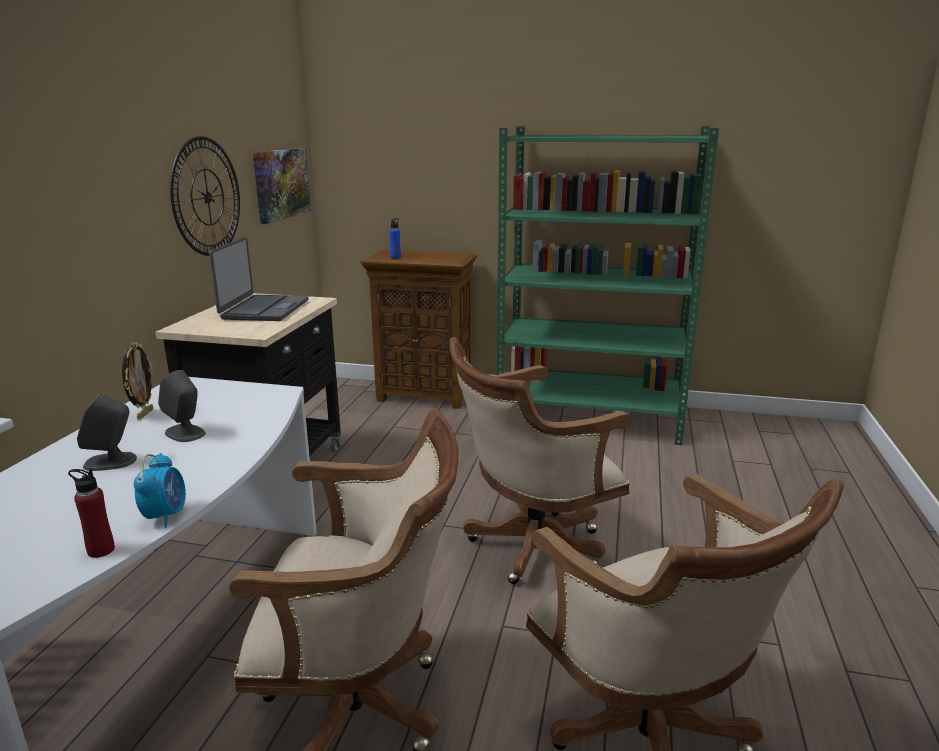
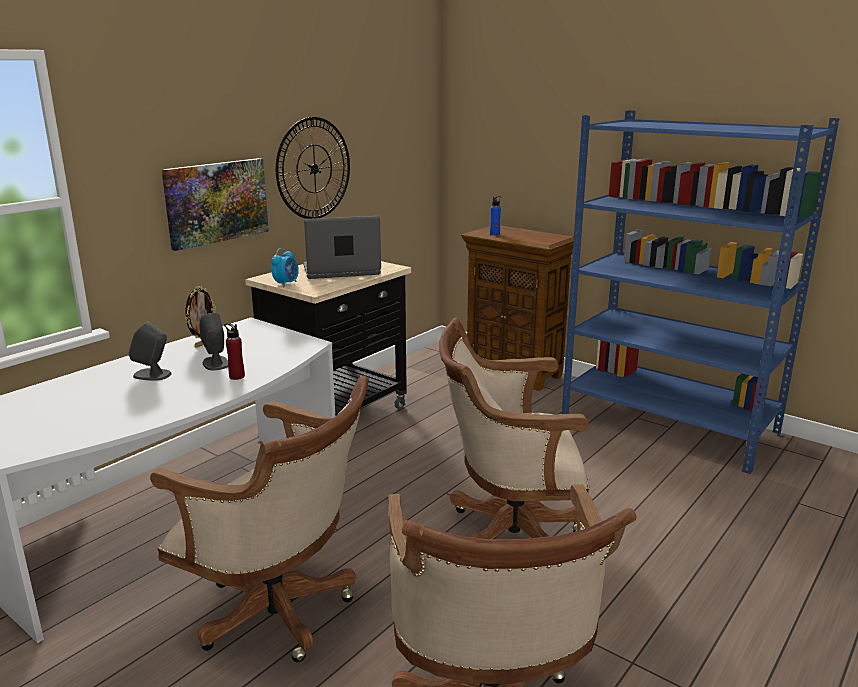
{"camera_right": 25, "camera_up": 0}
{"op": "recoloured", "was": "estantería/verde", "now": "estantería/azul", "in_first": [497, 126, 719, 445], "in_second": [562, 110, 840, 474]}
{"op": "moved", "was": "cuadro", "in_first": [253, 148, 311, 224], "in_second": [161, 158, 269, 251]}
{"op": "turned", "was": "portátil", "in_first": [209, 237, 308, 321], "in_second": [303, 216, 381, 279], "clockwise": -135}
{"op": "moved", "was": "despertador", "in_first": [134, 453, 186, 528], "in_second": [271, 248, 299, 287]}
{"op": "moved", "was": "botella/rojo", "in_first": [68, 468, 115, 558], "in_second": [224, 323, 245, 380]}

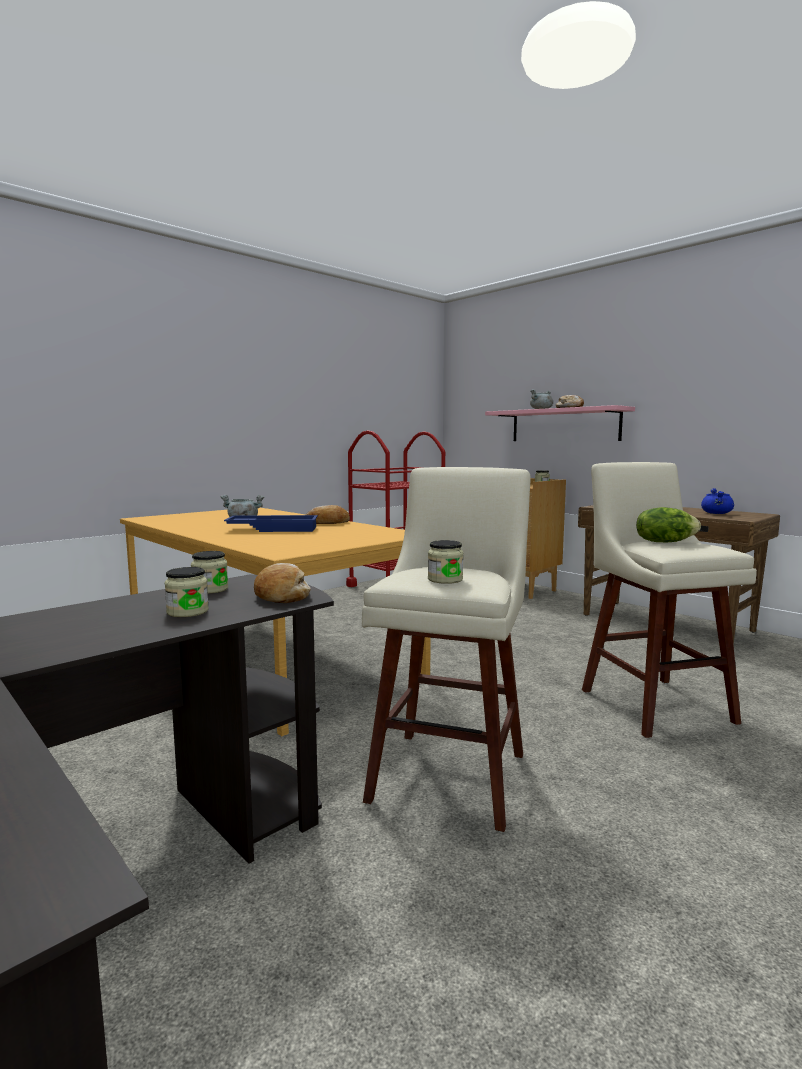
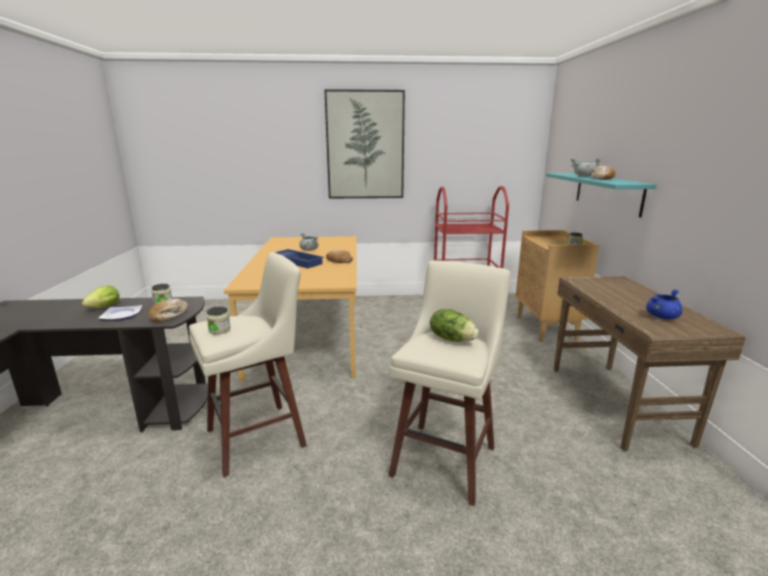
{"camera_right": 40, "camera_up": 10}
{"op": "recoloured", "was": "estante/rosa", "now": "estante/turquesa", "in_first": [485, 405, 635, 441], "in_second": [546, 173, 656, 217]}
{"op": "replaced", "was": "tarro", "now": "plato", "in_first": [165, 567, 209, 617], "in_second": [98, 305, 142, 320]}
{"op": "added", "now": "cuadro", "in_second": [324, 89, 405, 198]}
{"op": "added", "now": "lechuga", "in_second": [81, 285, 119, 308]}

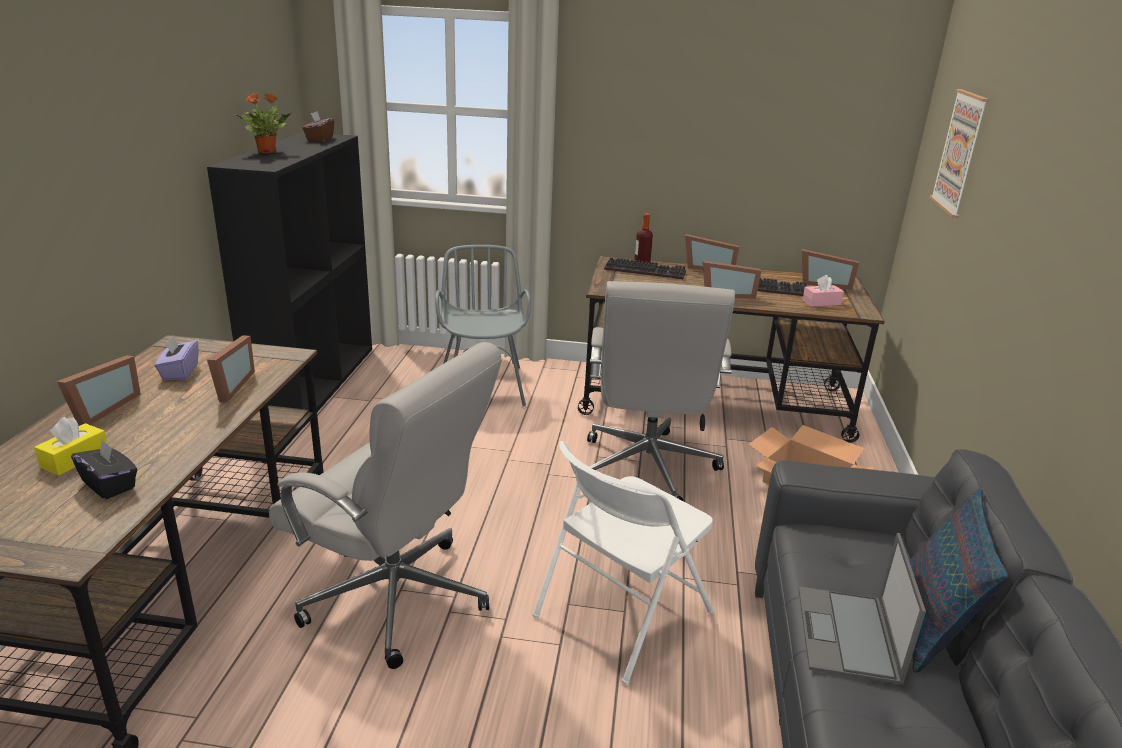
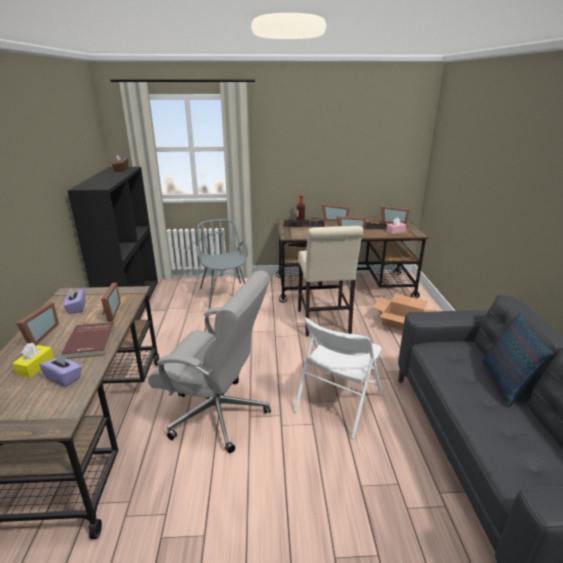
{"camera_right": -10, "camera_up": 0}
{"op": "removed", "was": "cuadro", "in_first": [929, 89, 990, 218]}
{"op": "removed", "was": "planta en maceta", "in_first": [235, 93, 291, 154]}
{"op": "replaced", "was": "silla de oficina/gris", "now": "taburete/beis", "in_first": [587, 281, 735, 501], "in_second": [298, 226, 364, 337]}
{"op": "recoloured", "was": "caja de pañuelos/negro", "now": "caja de pañuelos/morado", "in_first": [71, 439, 137, 499], "in_second": [39, 352, 82, 387]}
{"op": "removed", "was": "portátil", "in_first": [799, 533, 926, 685]}
{"op": "added", "now": "libro/rojo", "in_second": [61, 322, 115, 359]}

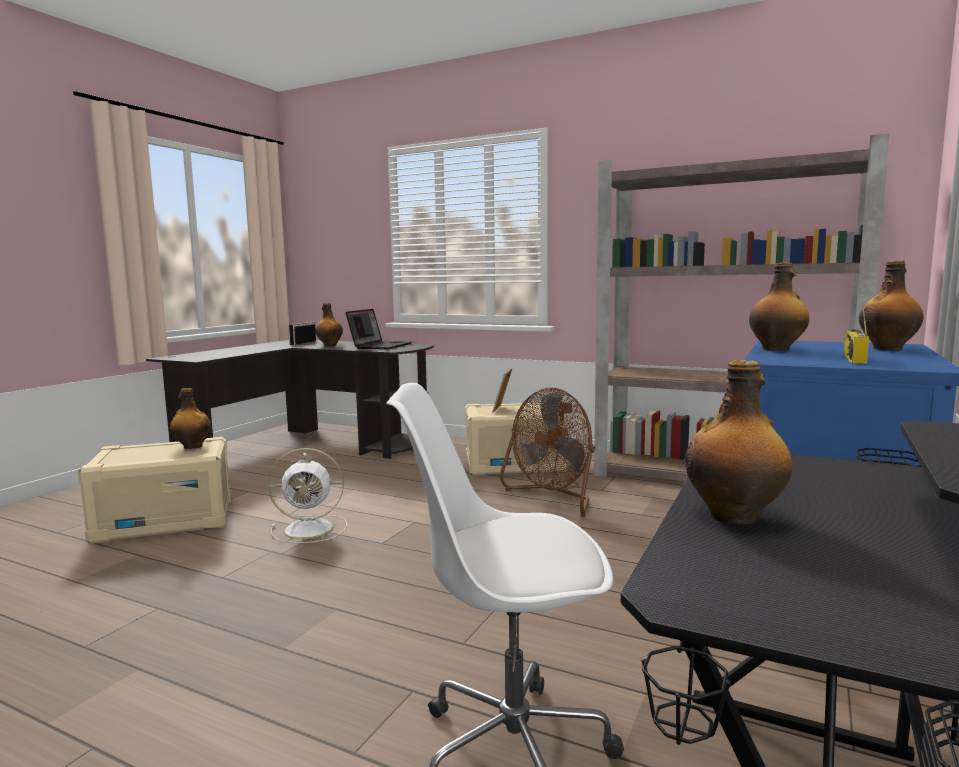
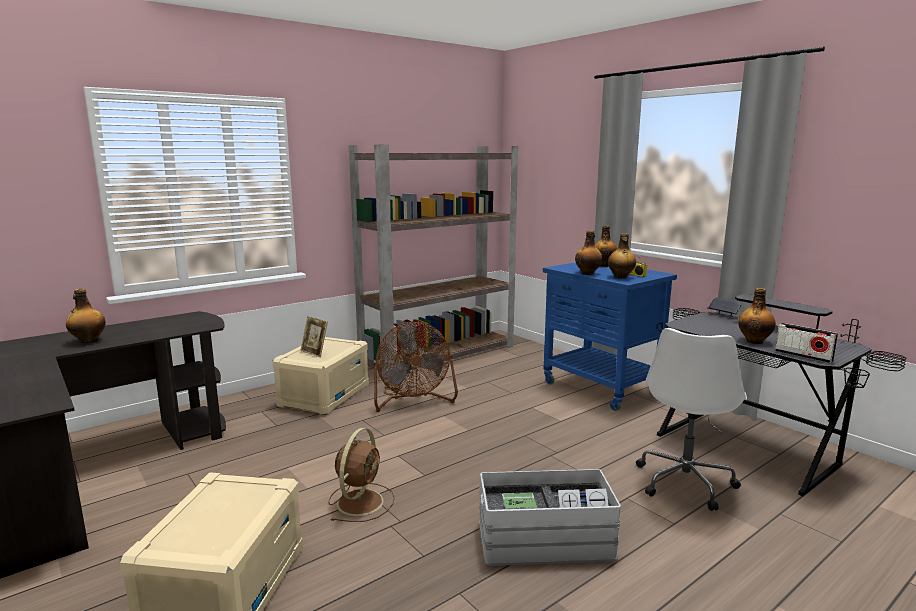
{"camera_right": -65, "camera_up": 5}
{"op": "removed", "was": "portátil", "in_first": [346, 309, 412, 349]}
{"op": "moved", "was": "radio", "in_first": [288, 322, 316, 345], "in_second": [775, 323, 838, 363]}
{"op": "moved", "was": "botella", "in_first": [170, 388, 211, 449], "in_second": [608, 234, 636, 279]}
{"op": "recoloured", "was": "ventilador/blanco", "now": "ventilador/marrón", "in_first": [267, 448, 347, 543], "in_second": [329, 428, 395, 522]}
{"op": "added", "now": "caja de almacenaje/gris", "in_second": [479, 469, 621, 566]}

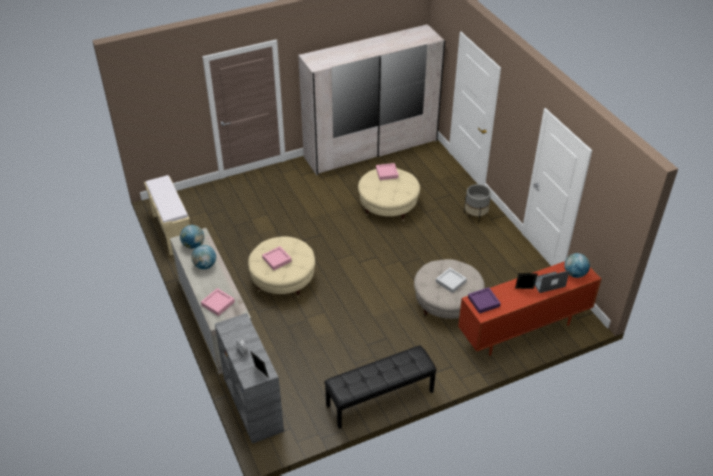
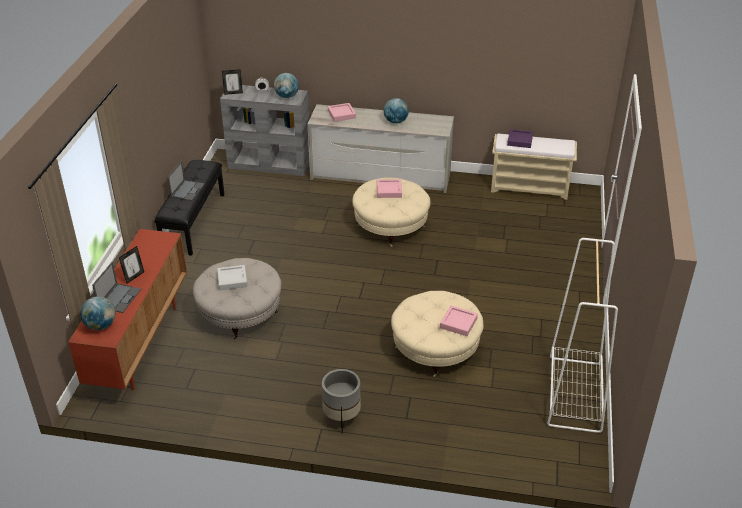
{"camera_right": 125, "camera_up": -5}
{"op": "replaced", "was": "armario ropero/blanco", "now": "perchero/blanco", "in_first": [298, 24, 445, 175], "in_second": [547, 238, 618, 433]}
{"op": "moved", "was": "globo terráqueo", "in_first": [180, 225, 204, 249], "in_second": [274, 73, 299, 98]}
{"op": "moved", "was": "bandeja/morado", "in_first": [468, 287, 501, 314], "in_second": [507, 129, 533, 148]}
{"op": "added", "now": "portátil", "in_second": [168, 161, 205, 201]}

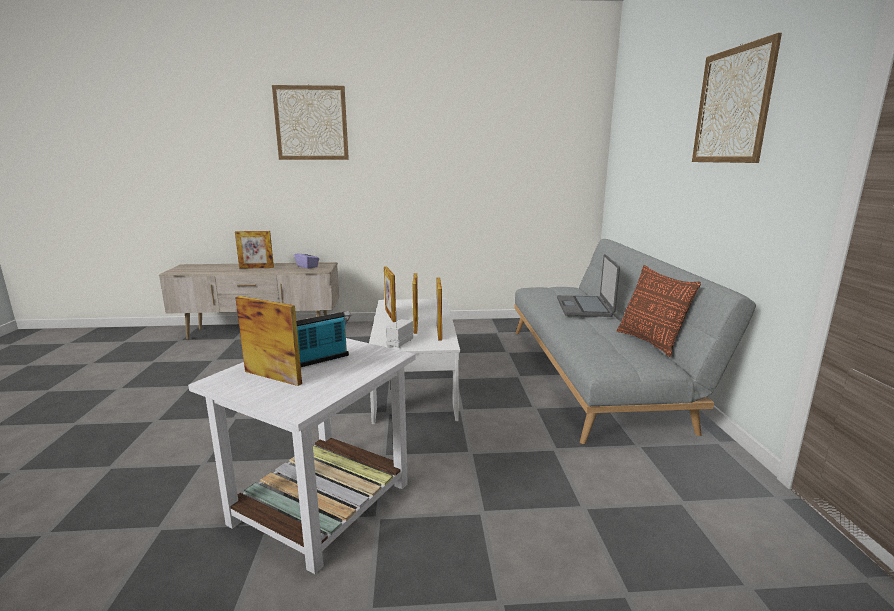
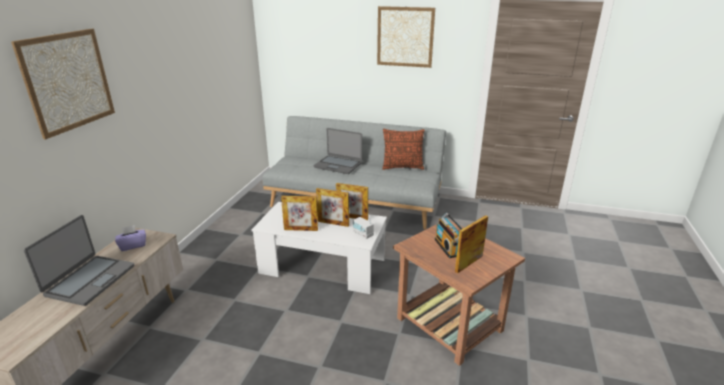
{"camera_right": -70, "camera_up": 10}
{"op": "replaced", "was": "portarretratos", "now": "portátil", "in_first": [235, 231, 274, 269], "in_second": [24, 215, 134, 306]}
{"op": "recoloured", "was": "mesa auxiliar/blanco", "now": "mesa auxiliar/marrón", "in_first": [188, 338, 416, 574], "in_second": [393, 220, 525, 366]}

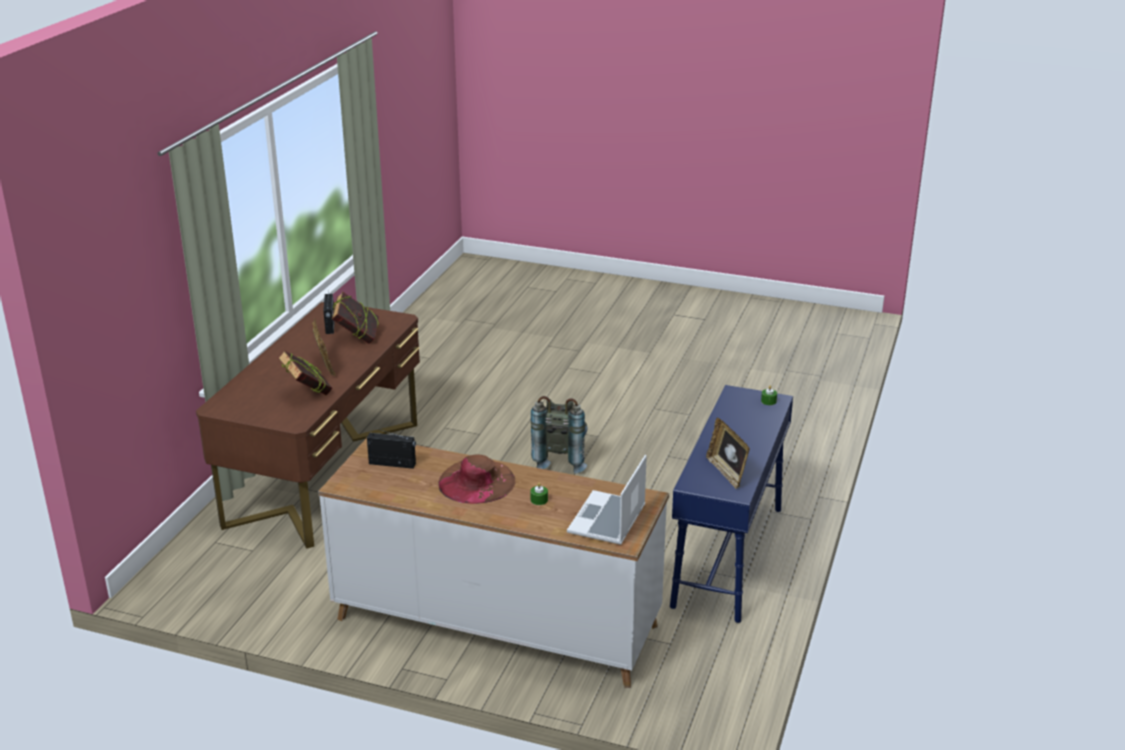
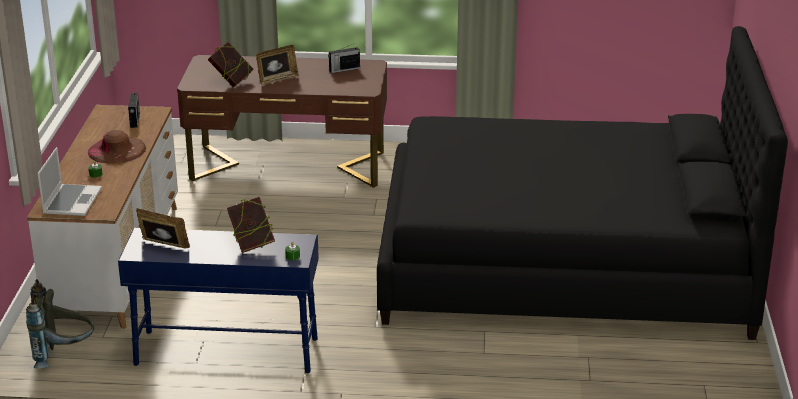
{"camera_right": 75, "camera_up": 0}
{"op": "moved", "was": "libro", "in_first": [332, 292, 379, 344], "in_second": [227, 197, 275, 253]}
{"op": "moved", "was": "mochila/gris", "in_first": [531, 396, 588, 473], "in_second": [26, 279, 94, 368]}
{"op": "turned", "was": "portarretratos", "in_first": [706, 418, 750, 489], "in_second": [136, 208, 190, 249], "clockwise": 60}
{"op": "turned", "was": "portátil", "in_first": [567, 455, 647, 545], "in_second": [38, 147, 102, 216], "clockwise": 90}
{"op": "added", "now": "cama/negro", "in_second": [377, 26, 788, 340]}

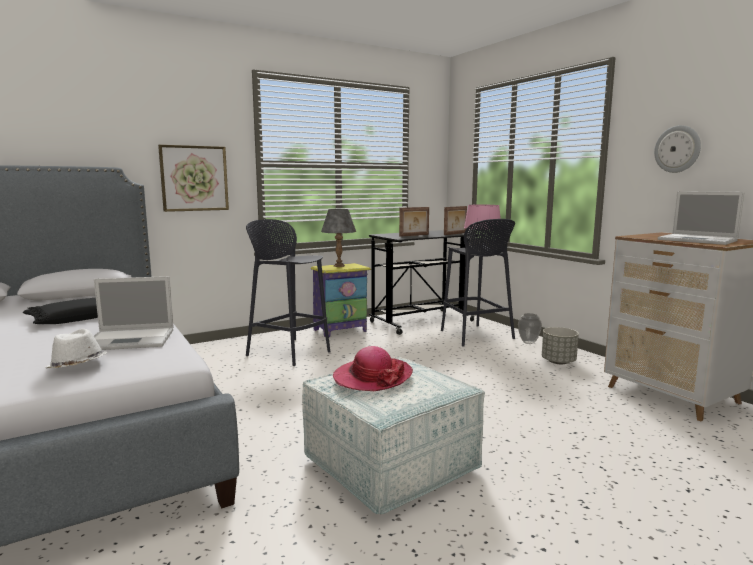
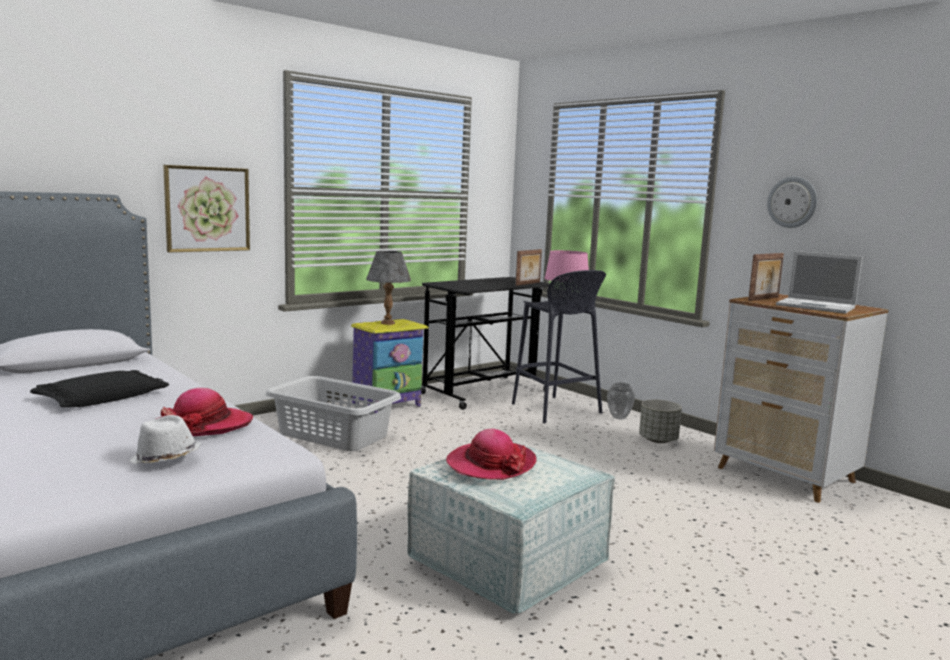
{"camera_right": -10, "camera_up": 0}
{"op": "moved", "was": "portarretratos", "in_first": [399, 207, 429, 237], "in_second": [748, 253, 784, 301]}
{"op": "replaced", "was": "taburete/gris", "now": "cesto de la ropa/gris", "in_first": [246, 219, 330, 366], "in_second": [265, 376, 401, 451]}
{"op": "replaced", "was": "portátil", "now": "sombrero", "in_first": [94, 276, 173, 350], "in_second": [156, 388, 253, 436]}

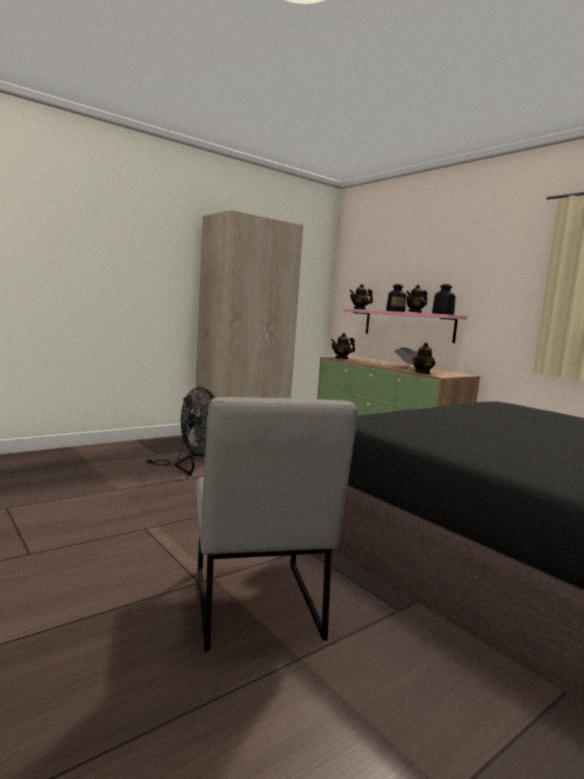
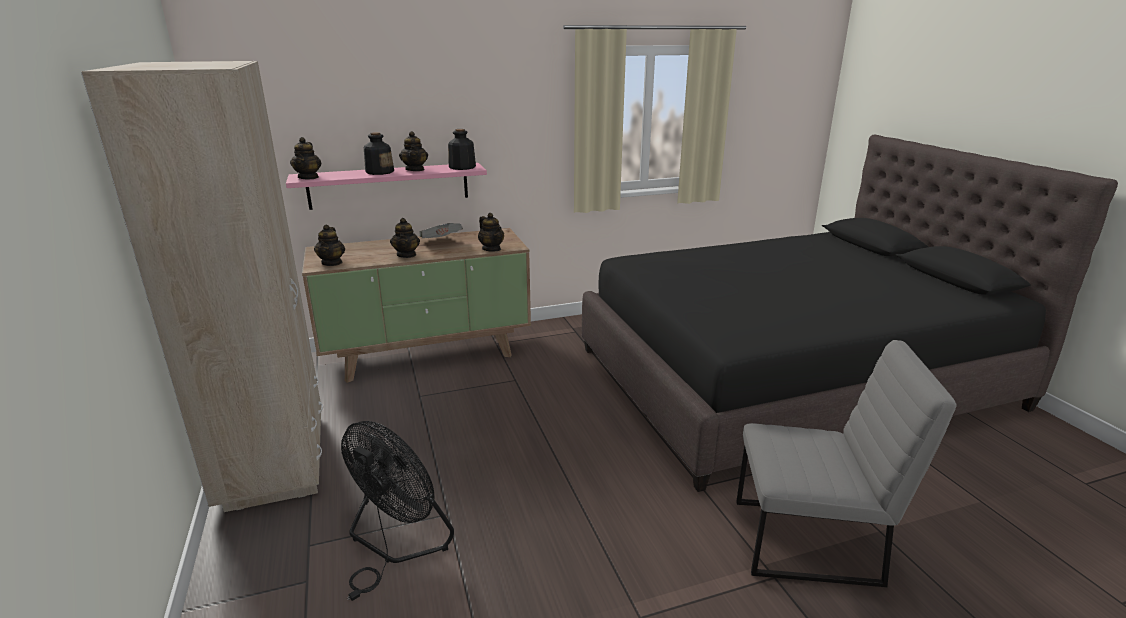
{"camera_right": -70, "camera_up": 15}
{"op": "added", "now": "tetera", "in_second": [390, 218, 420, 258]}

